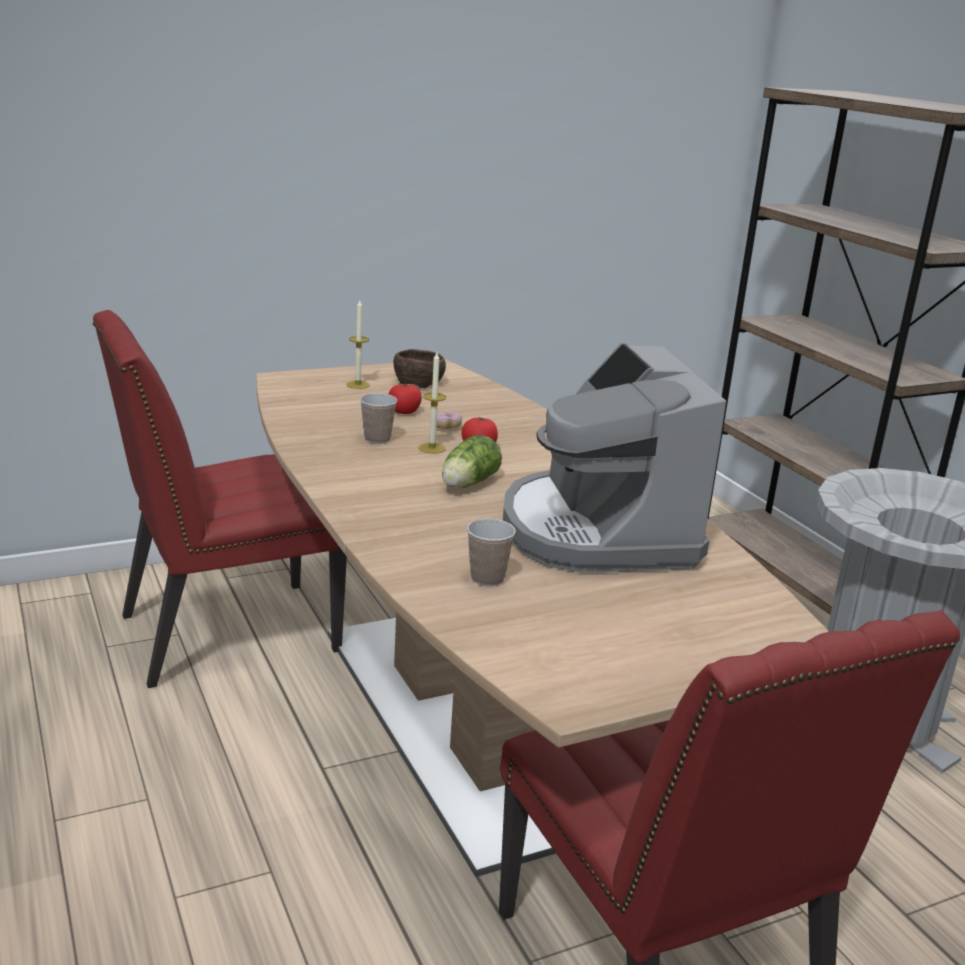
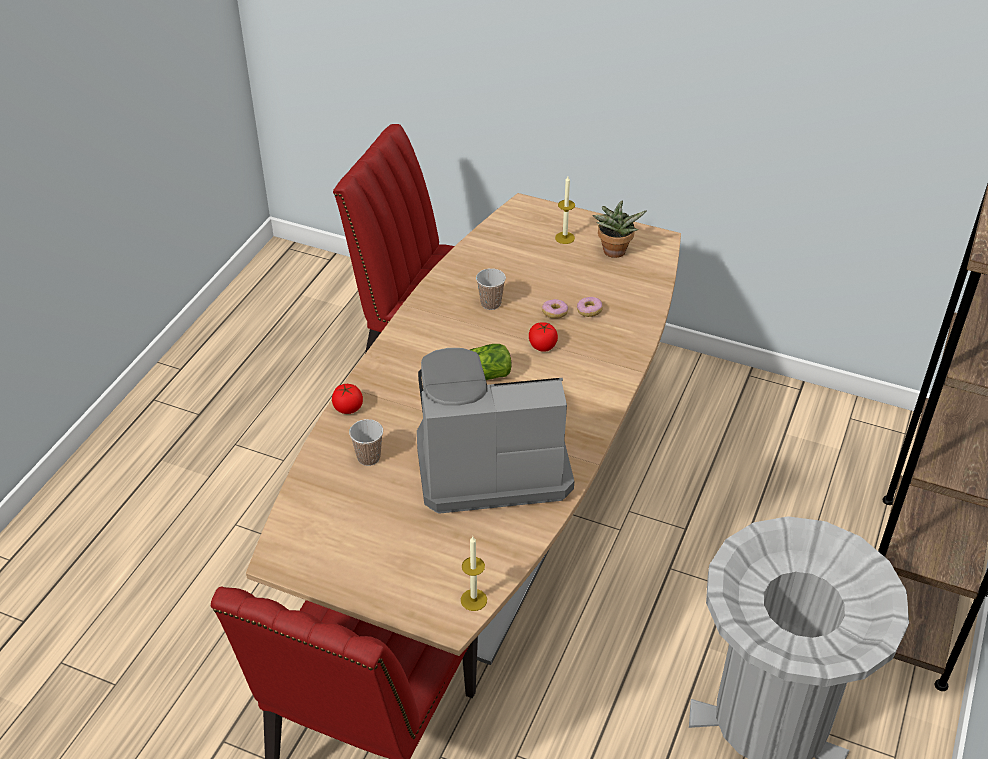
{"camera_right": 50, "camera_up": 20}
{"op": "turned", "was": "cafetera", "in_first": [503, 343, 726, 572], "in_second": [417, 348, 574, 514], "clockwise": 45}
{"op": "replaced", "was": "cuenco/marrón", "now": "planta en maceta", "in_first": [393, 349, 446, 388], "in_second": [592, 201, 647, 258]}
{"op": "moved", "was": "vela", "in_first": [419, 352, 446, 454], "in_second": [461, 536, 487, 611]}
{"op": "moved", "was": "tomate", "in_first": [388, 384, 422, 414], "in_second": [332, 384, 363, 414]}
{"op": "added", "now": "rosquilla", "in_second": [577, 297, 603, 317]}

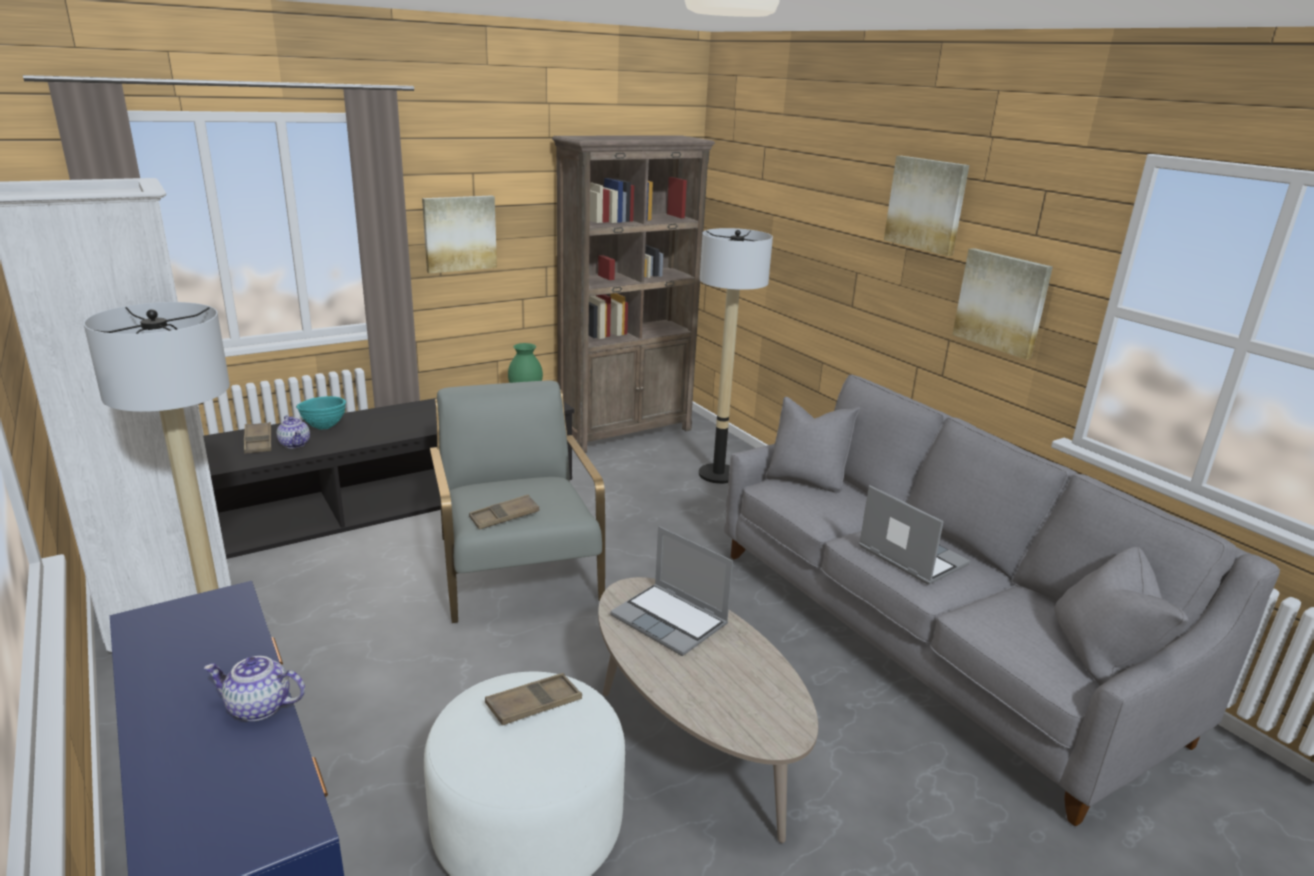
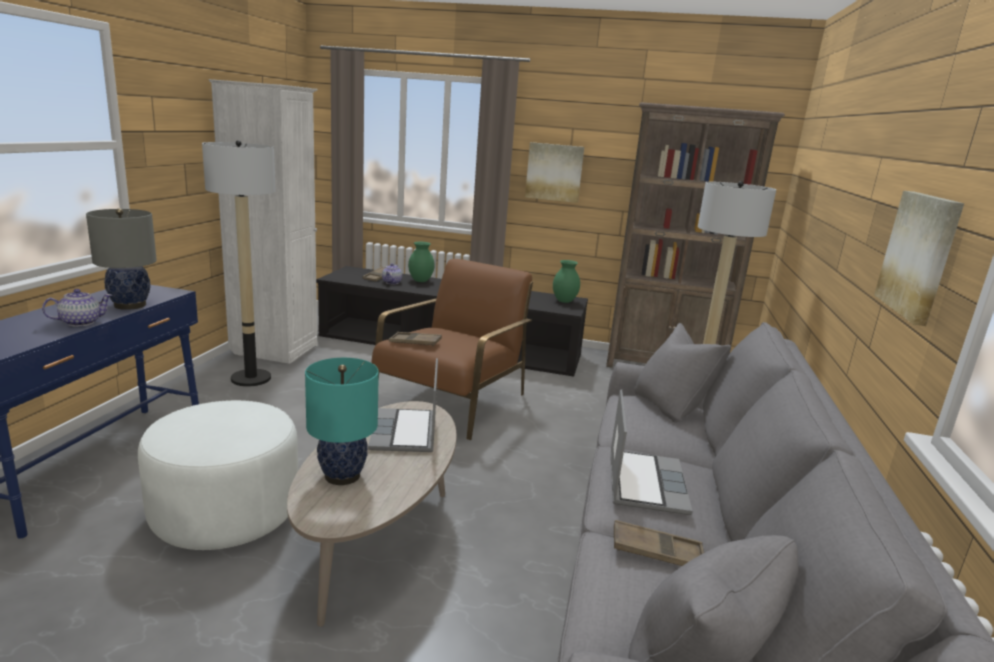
{"camera_right": 45, "camera_up": -5}
{"op": "removed", "was": "cuadro", "in_first": [884, 156, 969, 256]}
{"op": "recoloured", "was": "sillón/gris", "now": "sillón/marrón", "in_first": [430, 380, 605, 623], "in_second": [371, 259, 533, 440]}
{"op": "replaced", "was": "cuenco/turquesa", "now": "florero/verde", "in_first": [296, 396, 346, 430], "in_second": [408, 242, 435, 282]}
{"op": "turned", "was": "tetera", "in_first": [204, 656, 305, 721], "in_second": [42, 289, 112, 326], "clockwise": 90}
{"op": "moved", "was": "bandeja/marrón", "in_first": [485, 673, 582, 725], "in_second": [614, 520, 704, 566]}
{"op": "added", "now": "lámpara de mesa/gris", "in_second": [86, 208, 157, 310]}
{"op": "added", "now": "lámpara de mesa/turquesa", "in_second": [305, 358, 379, 485]}

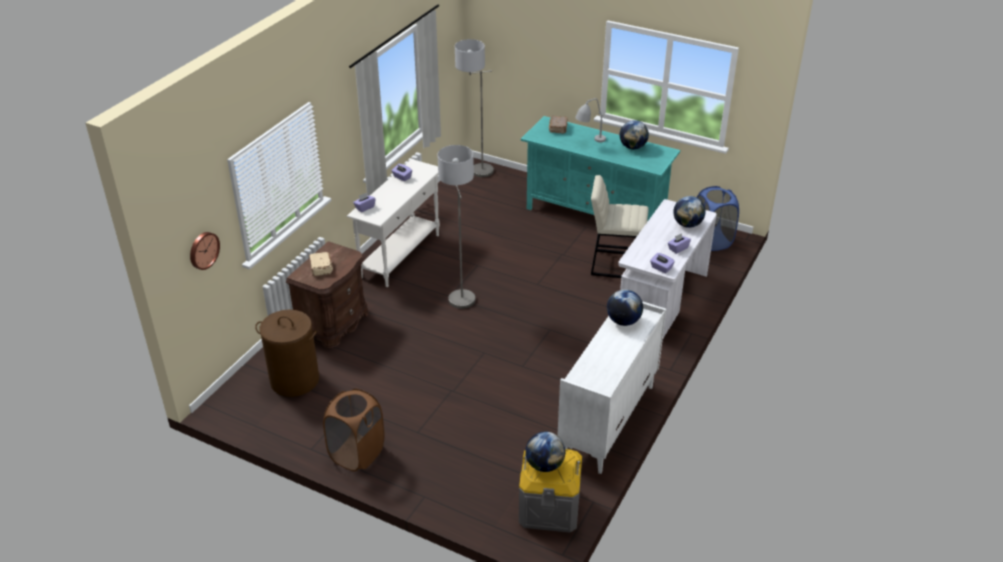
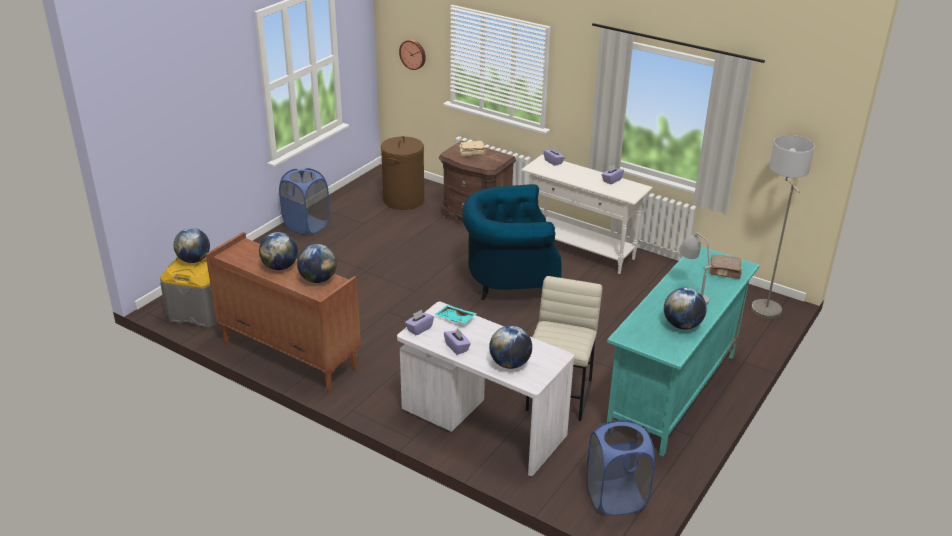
{"camera_right": 95, "camera_up": -5}
{"op": "replaced", "was": "lámpara de pie/gris", "now": "sillón/azul", "in_first": [438, 145, 475, 309], "in_second": [462, 184, 561, 300]}
{"op": "recoloured", "was": "armario/blanco", "now": "armario/marrón", "in_first": [557, 301, 666, 474], "in_second": [206, 232, 361, 392]}
{"op": "recoloured", "was": "cesto de la ropa/marrón", "now": "cesto de la ropa/azul", "in_first": [323, 389, 385, 472], "in_second": [279, 168, 330, 235]}
{"op": "added", "now": "globo terráqueo", "in_second": [259, 232, 298, 270]}
{"op": "added", "now": "bandeja/turquesa", "in_second": [434, 305, 477, 324]}

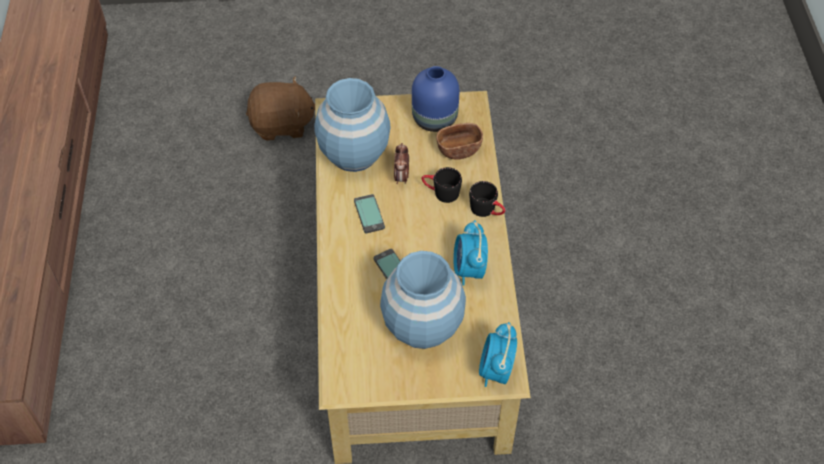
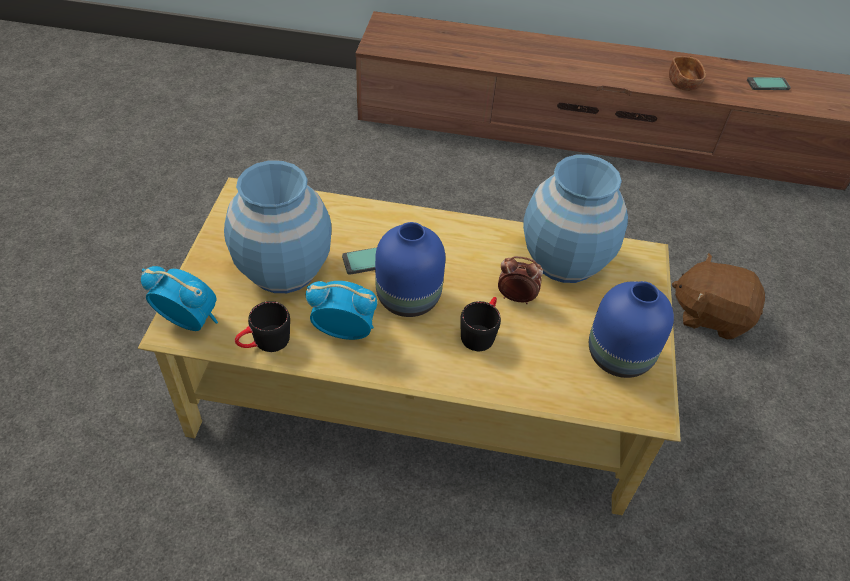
{"camera_right": 100, "camera_up": -5}
{"op": "turned", "was": "peluche/marrón", "in_first": [246, 76, 315, 141], "in_second": [672, 253, 765, 340], "clockwise": 105}
{"op": "moved", "was": "cuenco/marrón", "in_first": [436, 123, 483, 160], "in_second": [669, 56, 706, 91]}
{"op": "moved", "was": "taza grande/negro", "in_first": [469, 181, 505, 217], "in_second": [235, 301, 290, 352]}
{"op": "moved", "was": "móvil", "in_first": [354, 194, 385, 233], "in_second": [747, 77, 791, 90]}
{"op": "added", "now": "florero/azul", "in_second": [375, 222, 445, 317]}

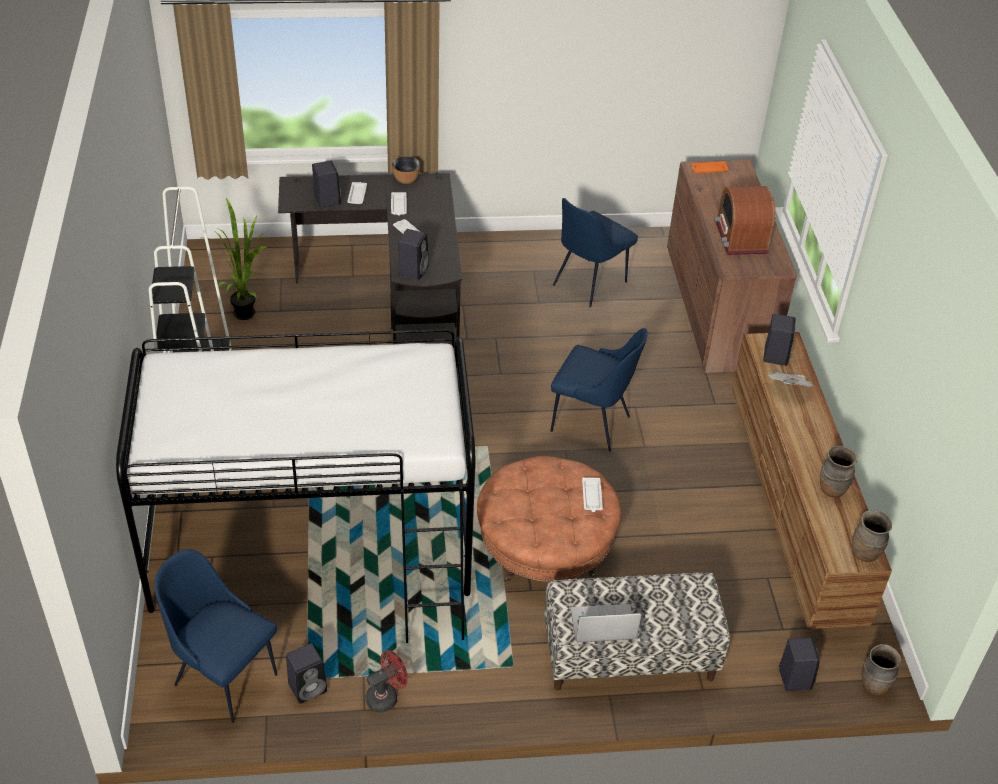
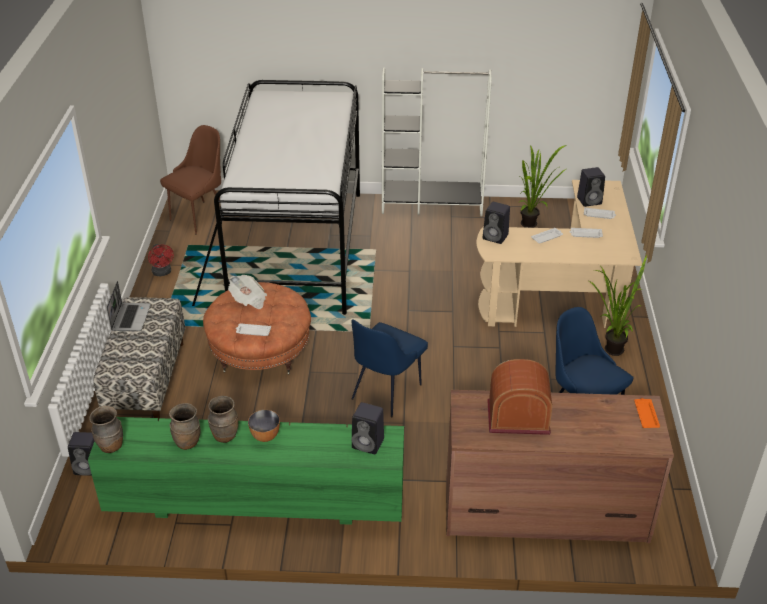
{"camera_right": 100, "camera_up": -5}
{"op": "moved", "was": "cuenco", "in_first": [392, 156, 420, 184], "in_second": [248, 410, 280, 442]}
{"op": "recoloured", "was": "escritorio/negro", "now": "escritorio/beis", "in_first": [278, 173, 462, 348], "in_second": [476, 180, 642, 328]}
{"op": "recoloured", "was": "armario/marrón", "now": "armario/verde", "in_first": [732, 332, 892, 629], "in_second": [88, 417, 404, 525]}
{"op": "moved", "was": "periódico", "in_first": [768, 371, 814, 387], "in_second": [228, 275, 267, 309]}
{"op": "recoloured", "was": "silla/azul", "now": "silla/marrón", "in_first": [154, 549, 277, 723], "in_second": [160, 125, 221, 235]}
{"op": "removed", "was": "altavoz/negro", "in_first": [286, 643, 327, 704]}
{"op": "moved", "was": "florero/marrón", "in_first": [862, 644, 901, 696], "in_second": [208, 396, 238, 443]}
{"op": "added", "now": "planta en maceta", "in_second": [589, 254, 647, 356]}

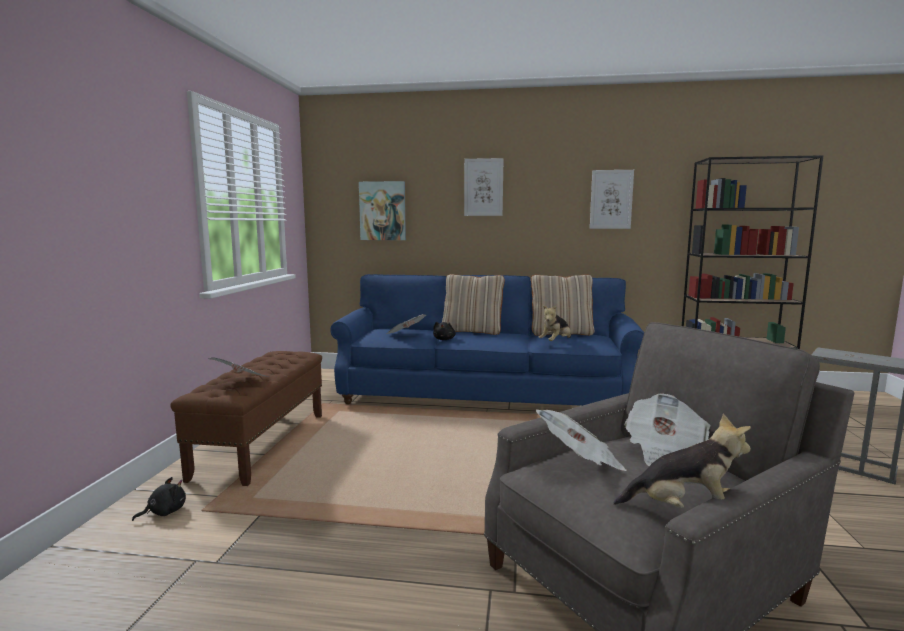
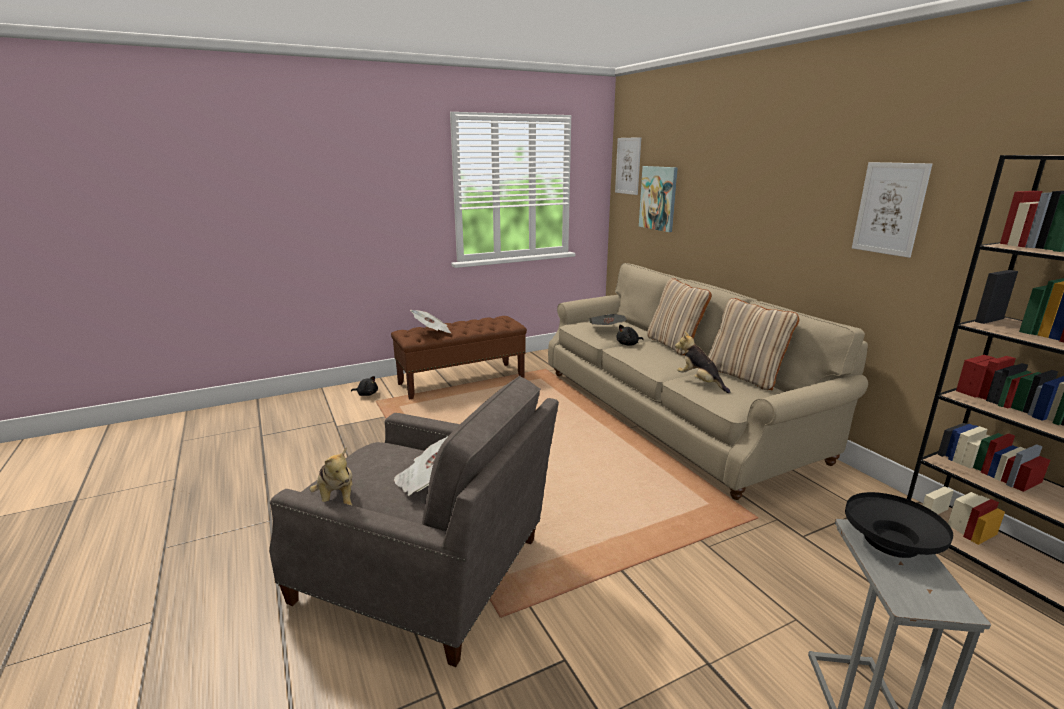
{"camera_right": 55, "camera_up": 10}
{"op": "moved", "was": "cuadro", "in_first": [464, 158, 503, 216], "in_second": [615, 137, 641, 195]}
{"op": "recoloured", "was": "sofá/azul", "now": "sofá/beis", "in_first": [330, 274, 644, 406], "in_second": [548, 263, 868, 500]}
{"op": "turned", "was": "peluche", "in_first": [539, 305, 571, 341], "in_second": [675, 332, 730, 393], "clockwise": 45}
{"op": "removed", "was": "periódico", "in_first": [536, 410, 626, 471]}
{"op": "added", "now": "cuenco/negro", "in_second": [845, 492, 953, 558]}

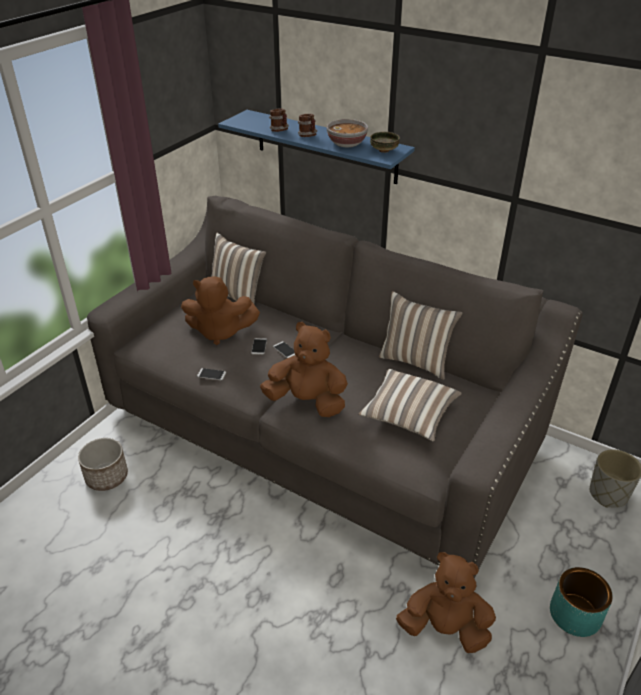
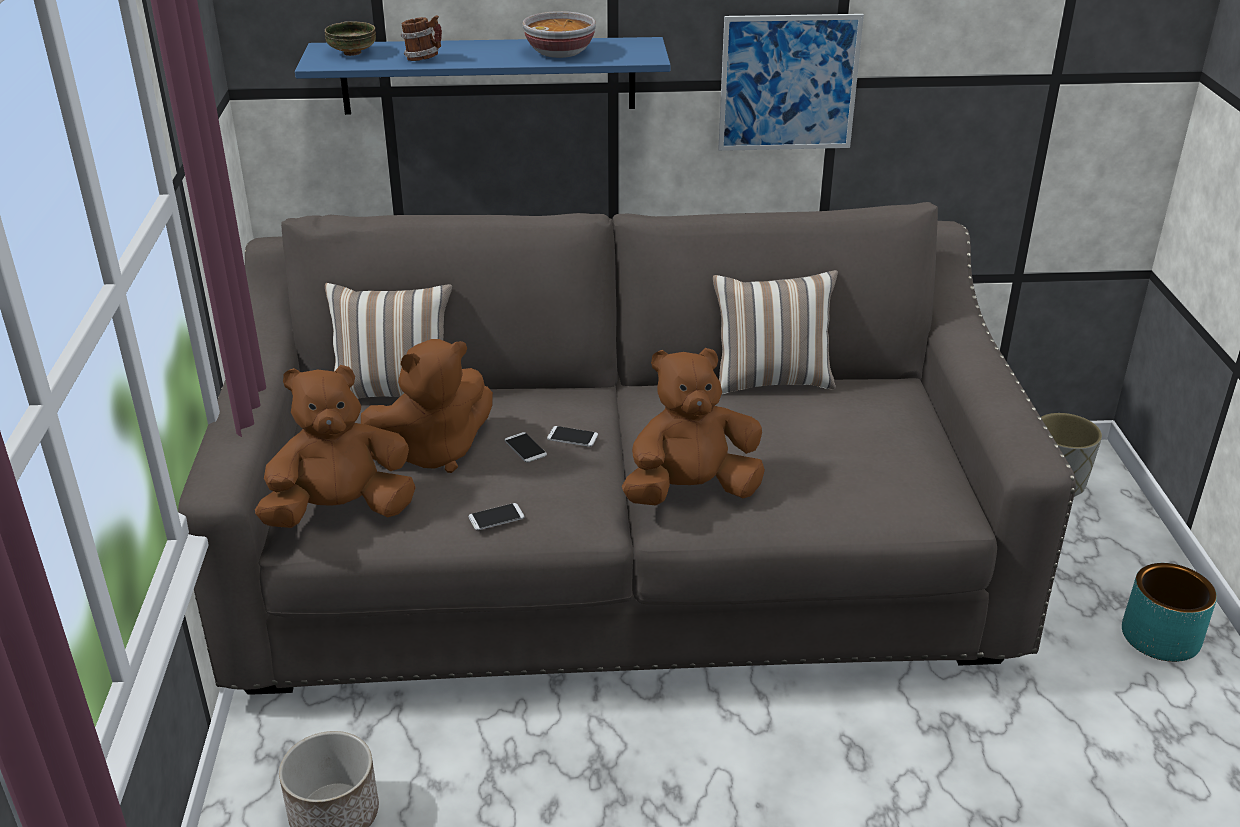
{"camera_right": -35, "camera_up": -5}
{"op": "removed", "was": "taza grande", "in_first": [298, 114, 317, 137]}
{"op": "moved", "was": "cuenco", "in_first": [370, 132, 400, 153], "in_second": [325, 21, 376, 56]}
{"op": "removed", "was": "cojín", "in_first": [359, 369, 462, 441]}
{"op": "moved", "was": "peluche/marrón", "in_first": [396, 552, 496, 653], "in_second": [255, 365, 416, 528]}
{"op": "added", "now": "cuadro", "in_second": [718, 14, 864, 151]}

